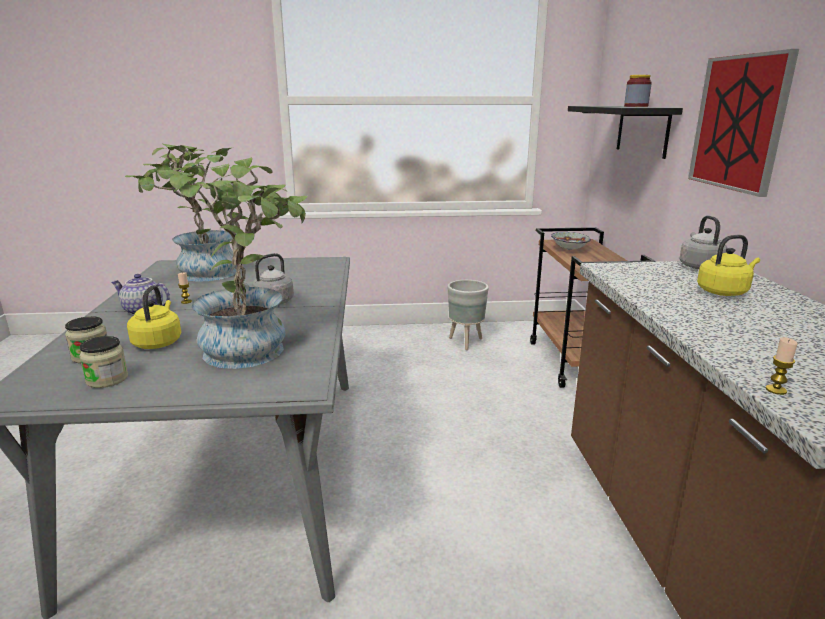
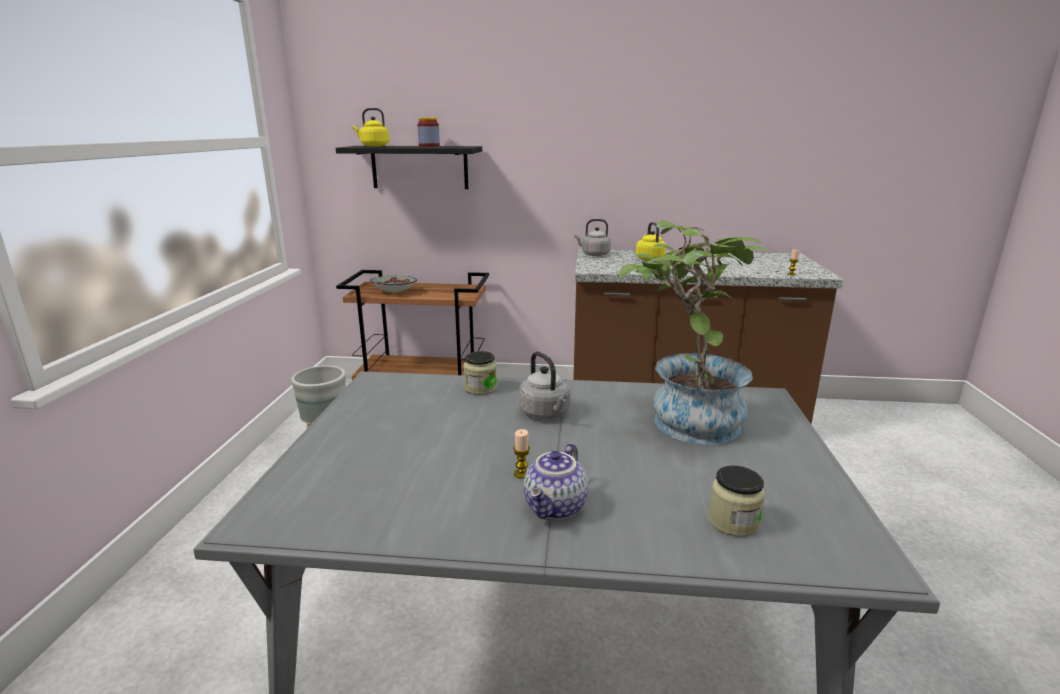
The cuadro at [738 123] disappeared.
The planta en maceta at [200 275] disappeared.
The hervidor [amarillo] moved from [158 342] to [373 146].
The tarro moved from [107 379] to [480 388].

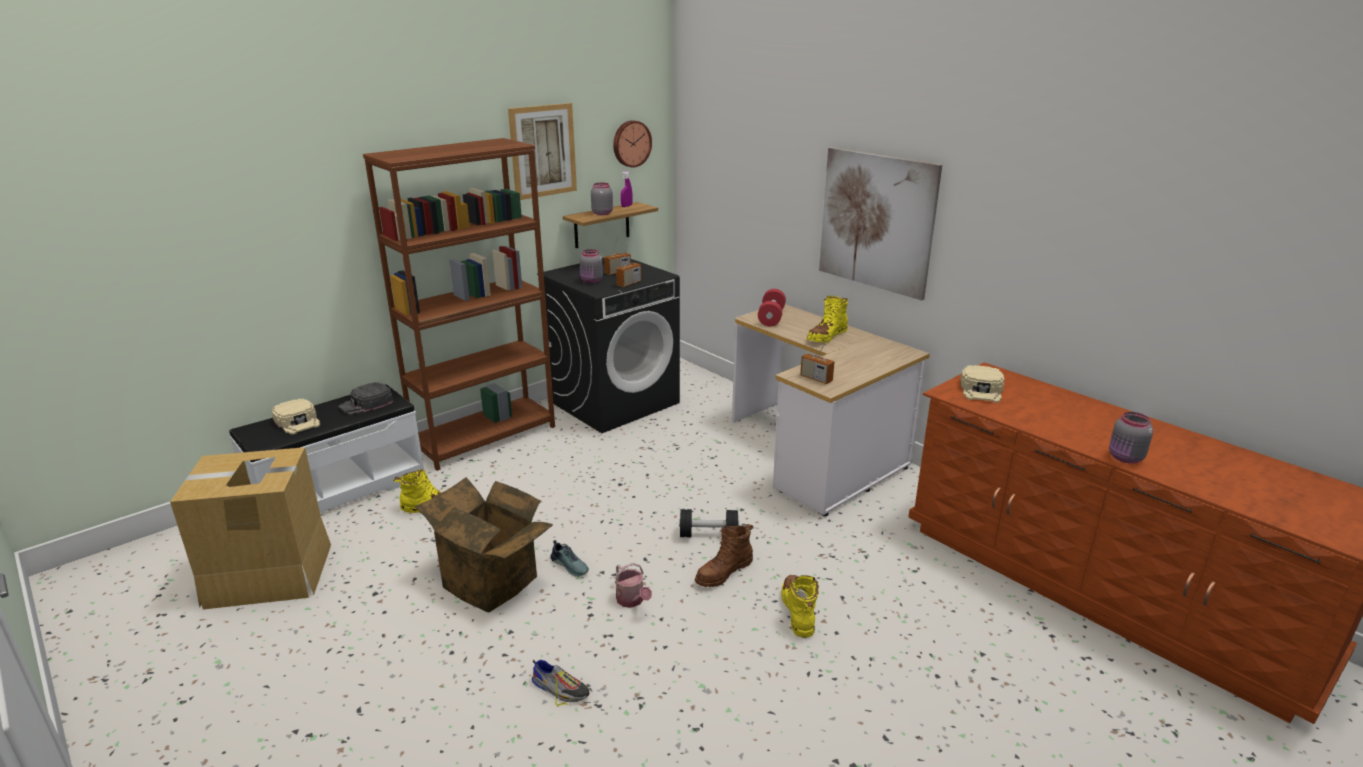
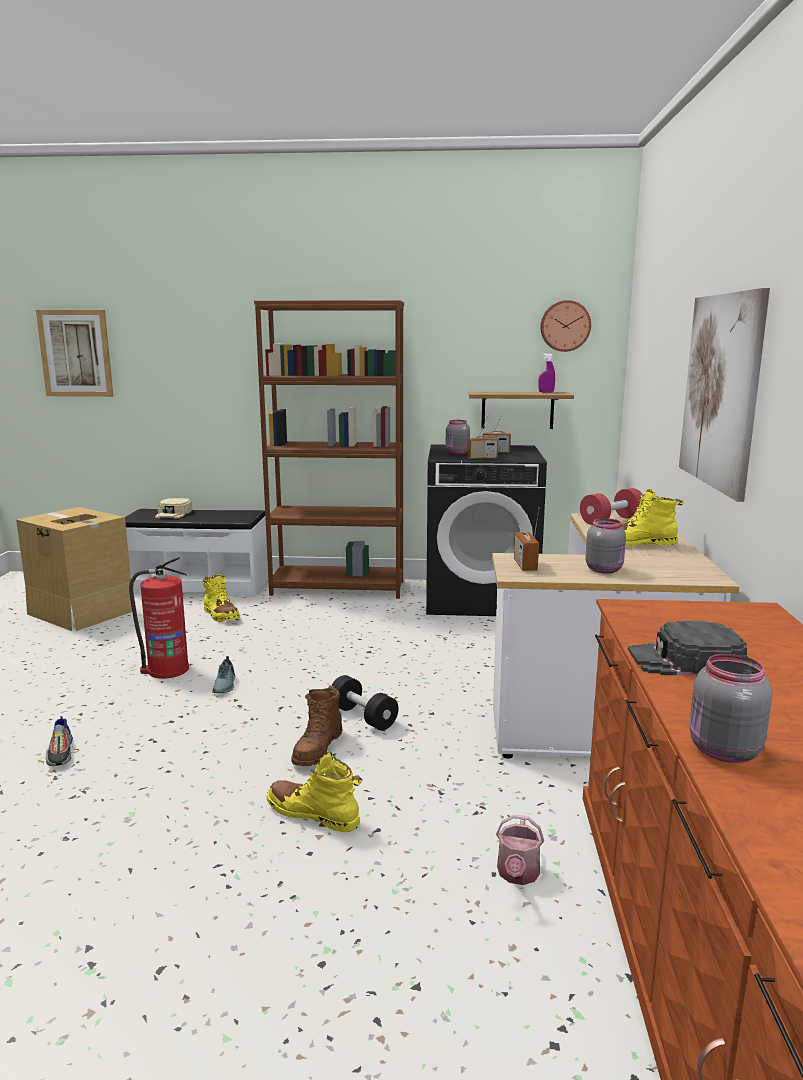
The cuadro moved from [543 151] to [75 353].
The tarro [gris] moved from [602 213] to [604 570].
The gorra [beis] at [981 390] disappeared.
The gorra [negro] moved from [366 404] to [685 661].
The caja de cartón at [494 580] was replaced by the extintor at [167 670].
The bota [marrón] at [724 572] turned 75 degrees counterclockwise.
The regadera moved from [632 600] to [517 875].
The bota [amarillo] at [798 611] turned 105 degrees counterclockwise.

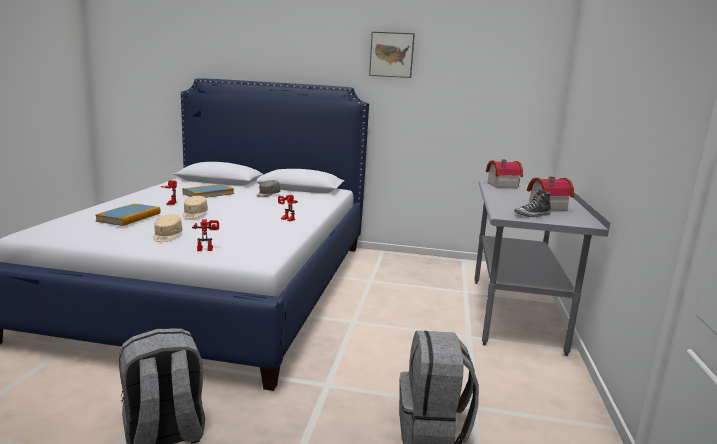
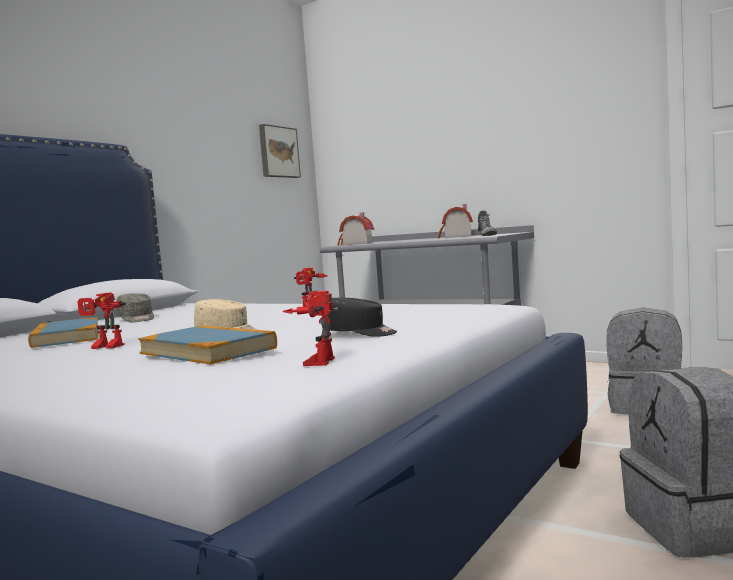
The cuadro moved from [391 55] to [278 152].
The gorra [beis] at [167 236] became the gorra [negro] at [360 333].
The robot de juguete moved from [206 248] to [315 361].

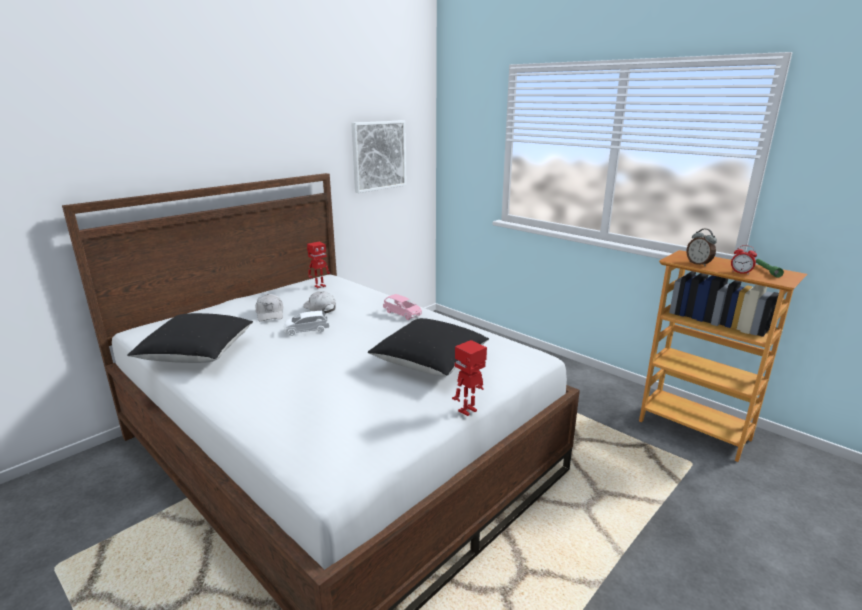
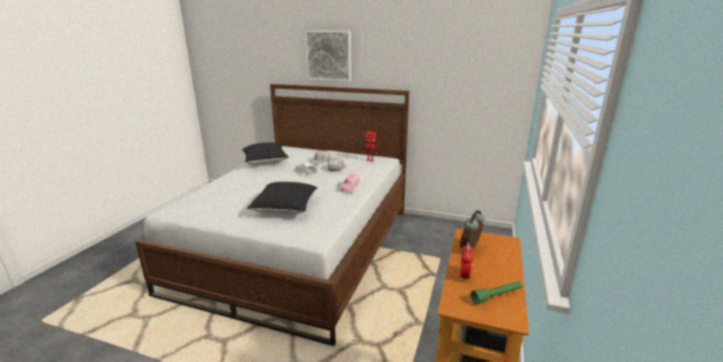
The cuadro moved from [378 155] to [328 56].
The robot de juguete at [468 411] disappeared.

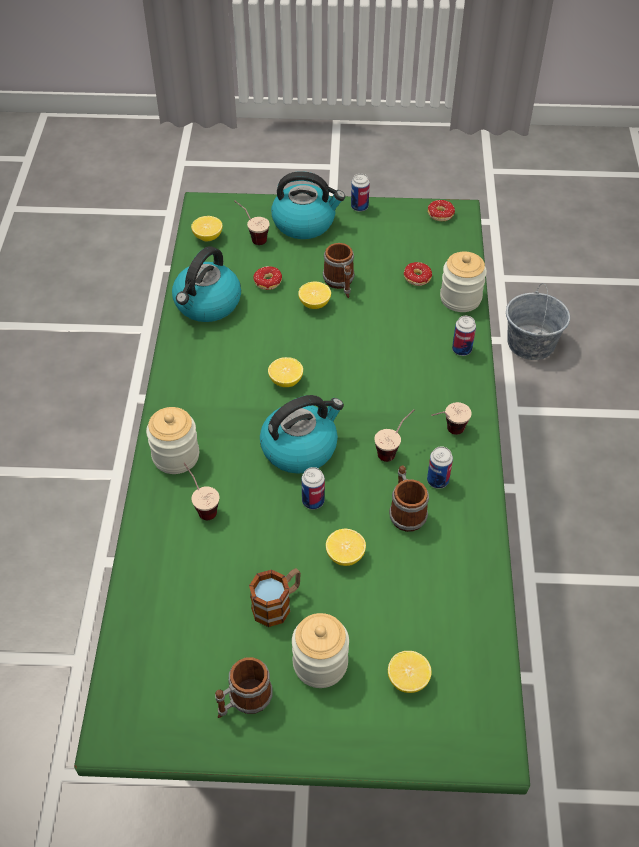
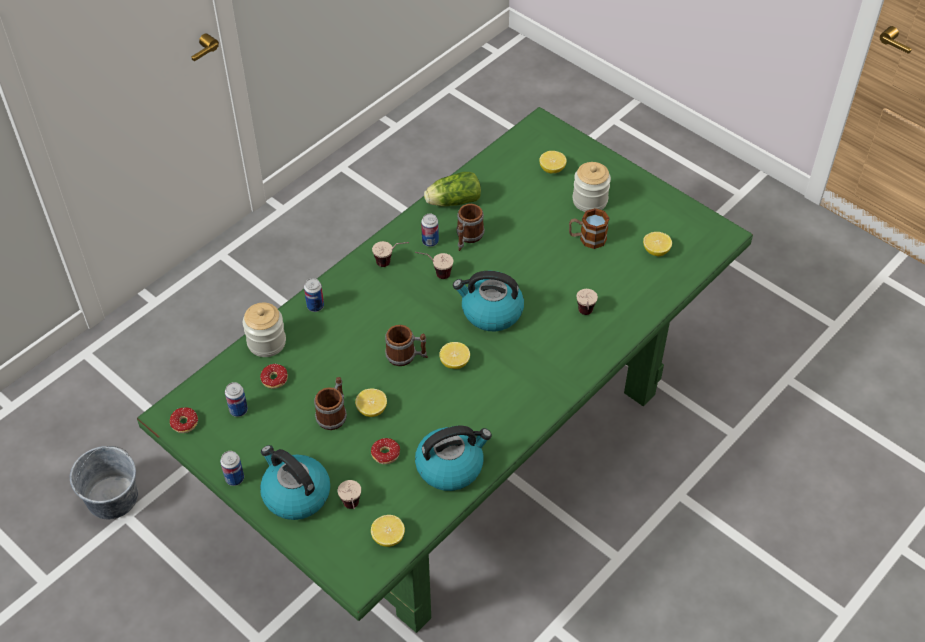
The tarro at [176 456] disappeared.
The lata moved from [313 501] to [238 410].
The limón moved from [345 555] to [656 251].
The taza grande moved from [244 701] to [406 356].
The lechuga at [452 201] appeared.

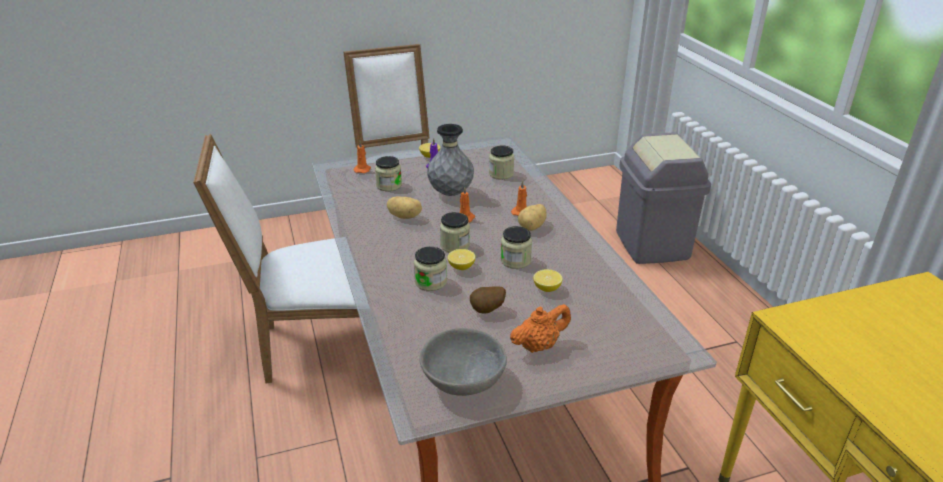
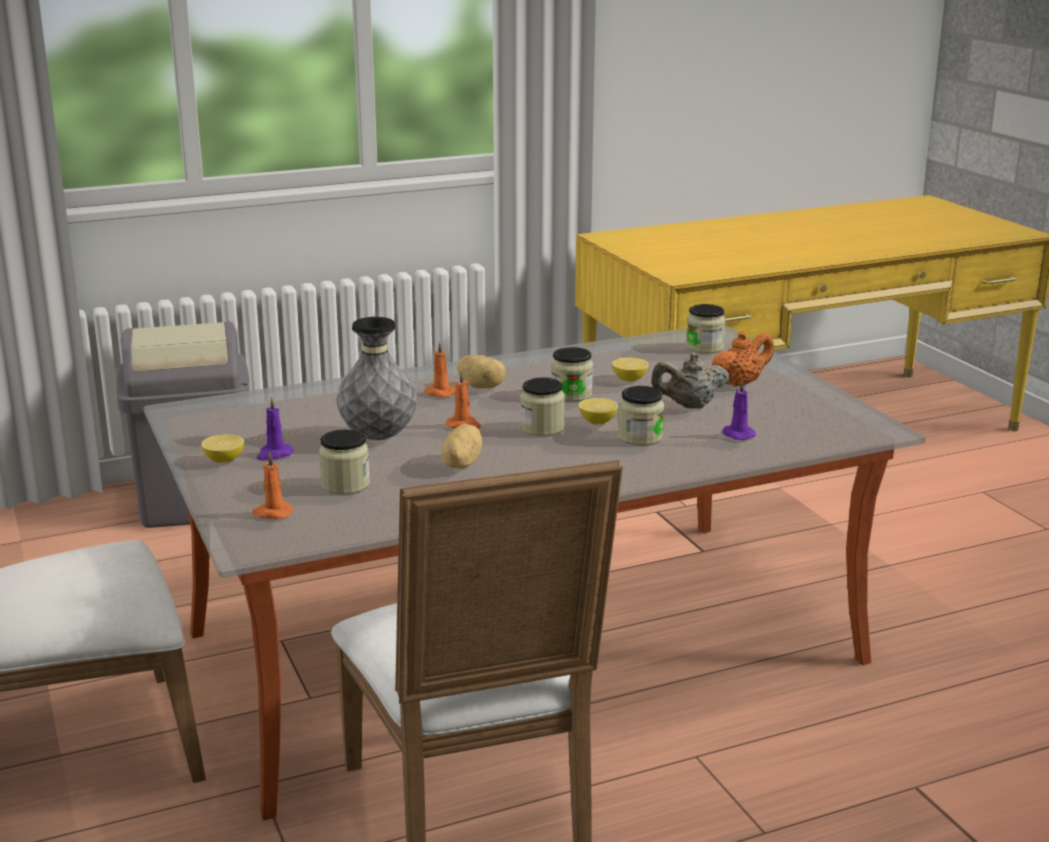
The tarro moved from [501 174] to [704 347].
The patata at [487 311] was replaced by the tetera [beis] at [689 406].
The tetera [naranja] at [539 346] turned 90 degrees clockwise.
The cuenco [gris] at [464 381] disappeared.
The vela [morado] at [737 434] appeared.

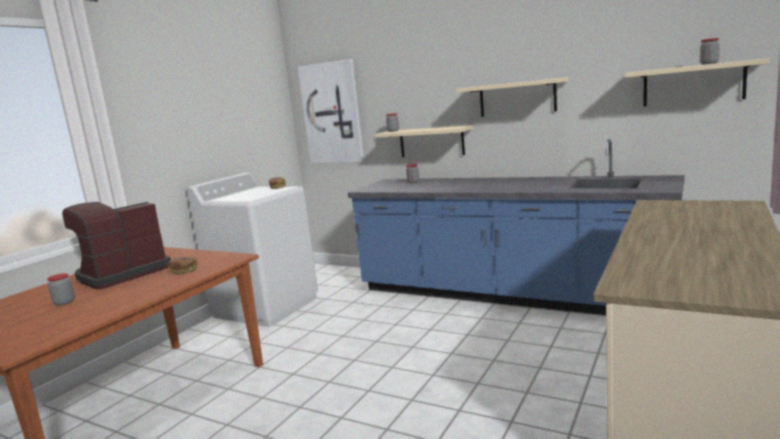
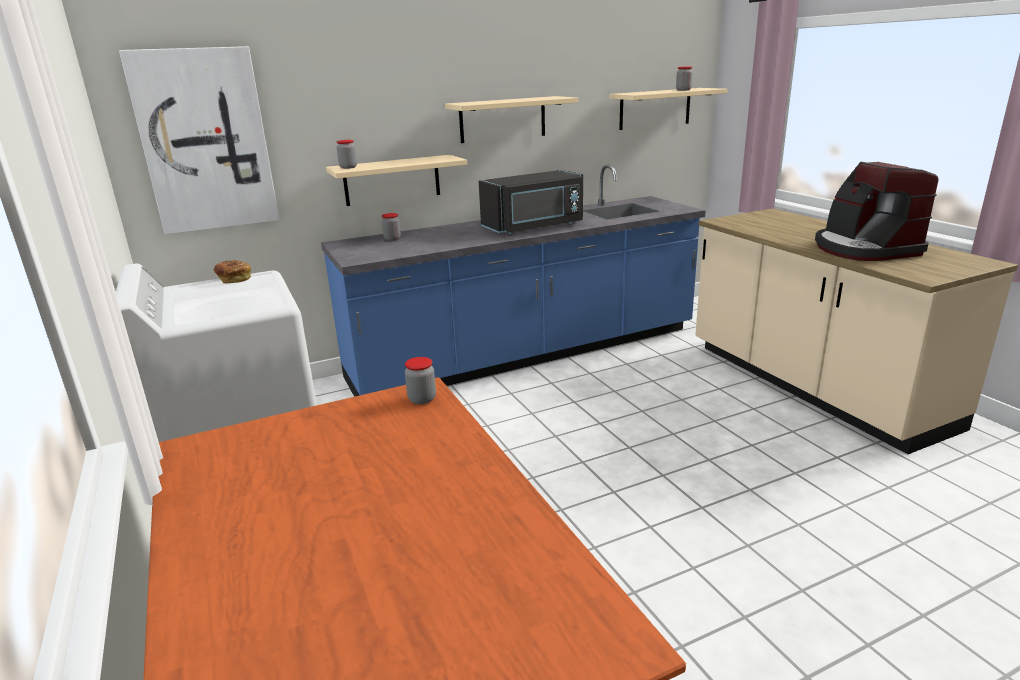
The cafetera moved from [122 274] to [864 249].
The pan at [183 271] disappeared.
The tarro moved from [64 302] to [422 399].
The microondas [negro] at [535 227] appeared.

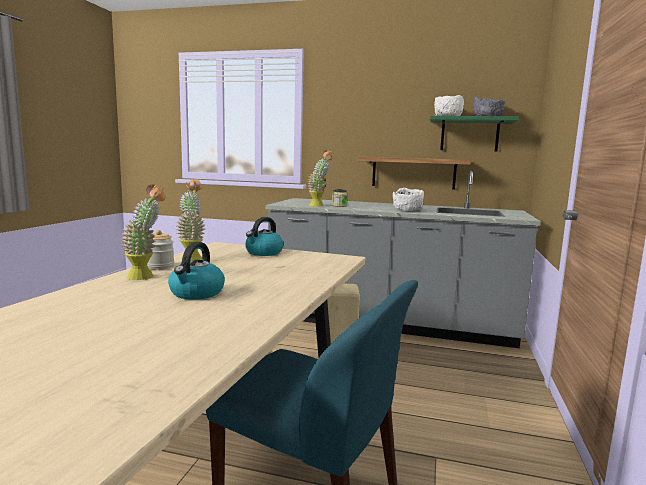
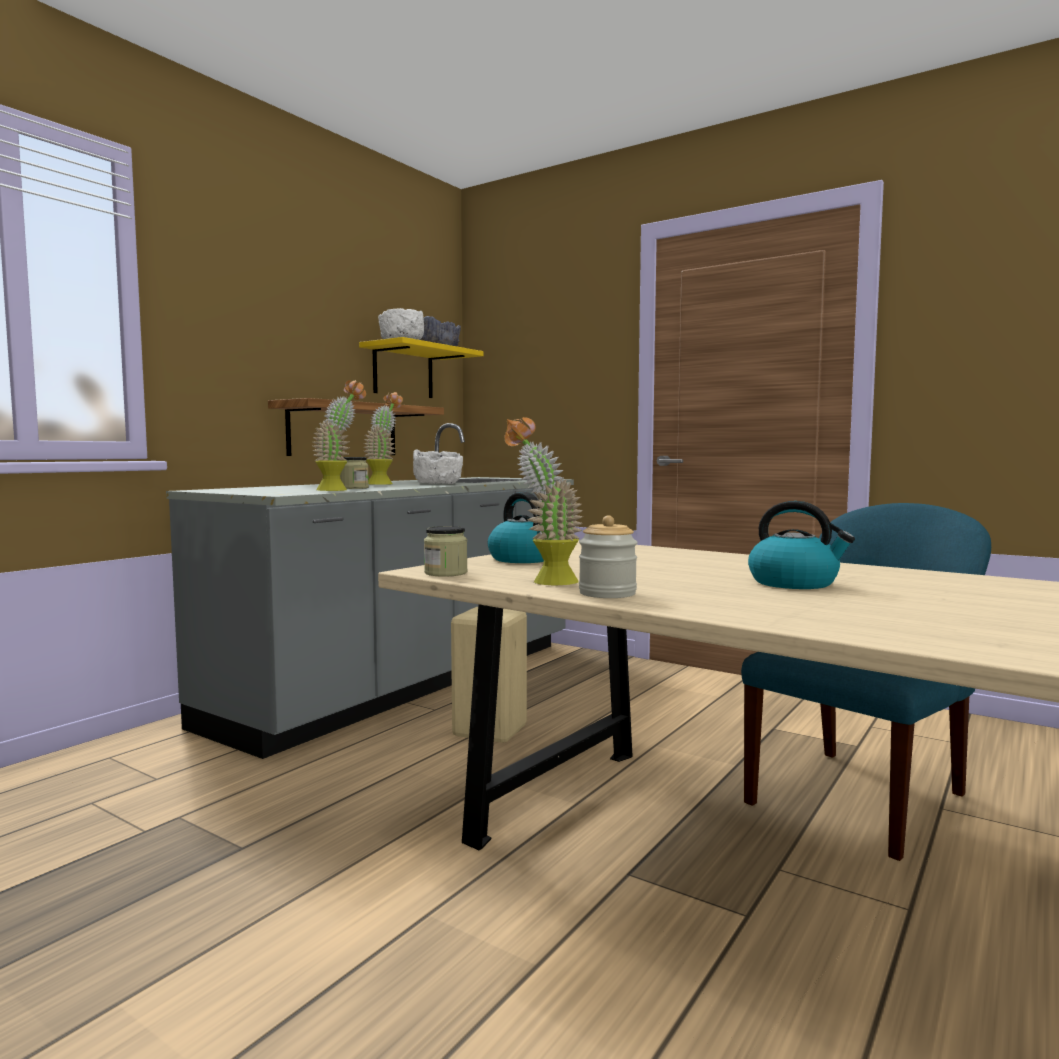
The estante [verde] at [469 135] became the estante [amarillo] at [403 372].
The planta en maceta moved from [146 277] to [384 484].
The tarro at [446 573] appeared.

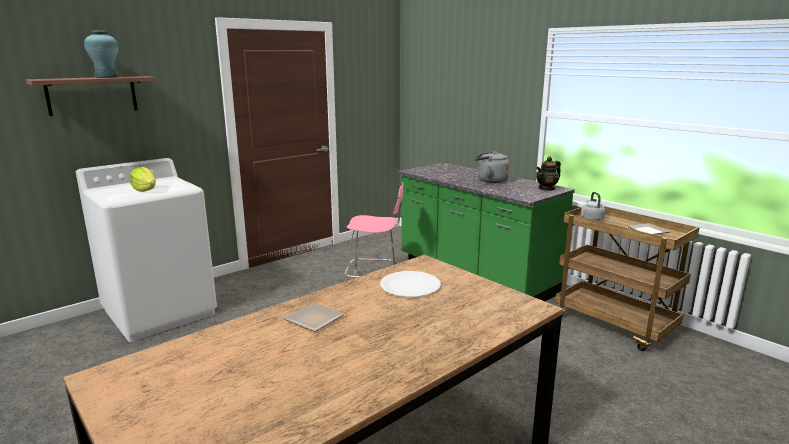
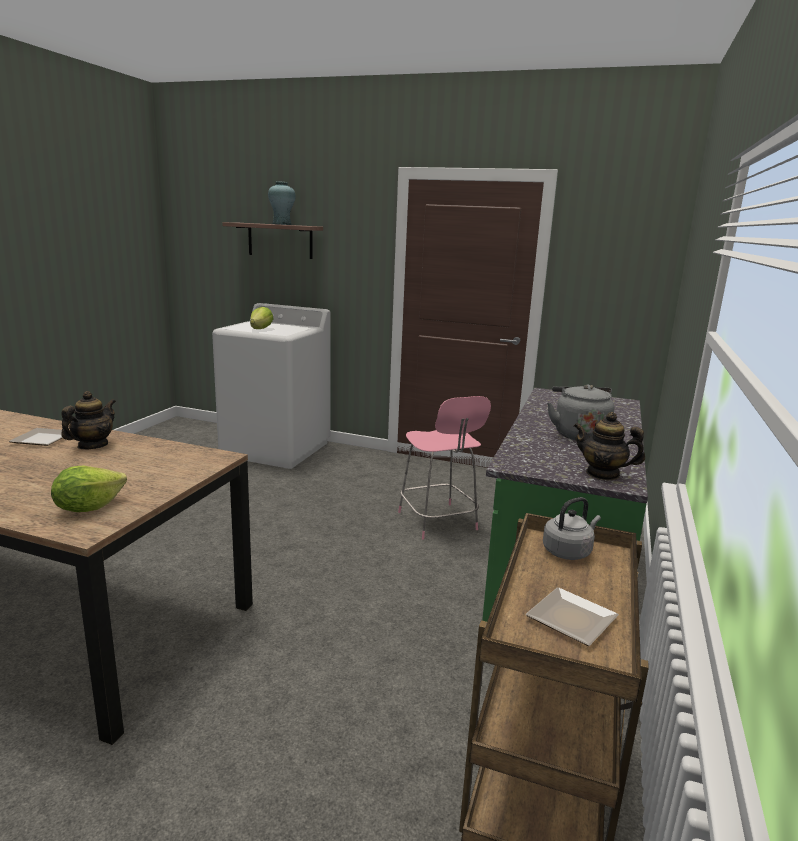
The plato [blanco] at [410 286] disappeared.
The tetera at [92 445] appeared.
The lechuga at [88 507] appeared.

